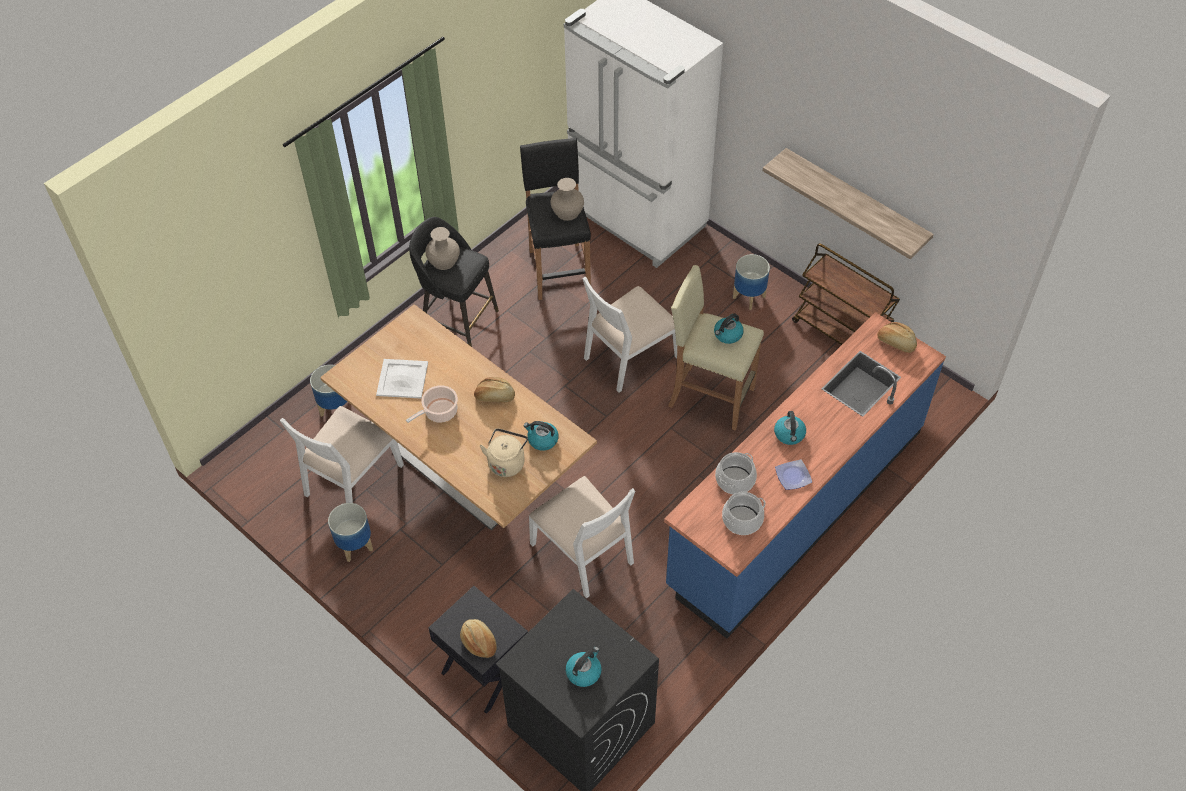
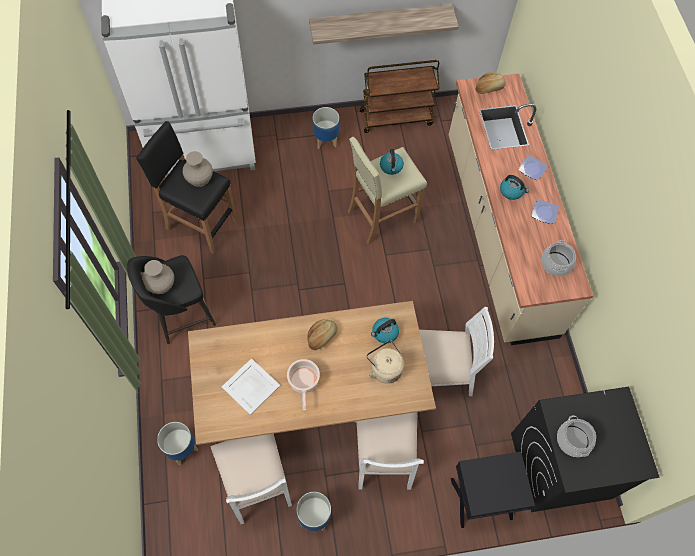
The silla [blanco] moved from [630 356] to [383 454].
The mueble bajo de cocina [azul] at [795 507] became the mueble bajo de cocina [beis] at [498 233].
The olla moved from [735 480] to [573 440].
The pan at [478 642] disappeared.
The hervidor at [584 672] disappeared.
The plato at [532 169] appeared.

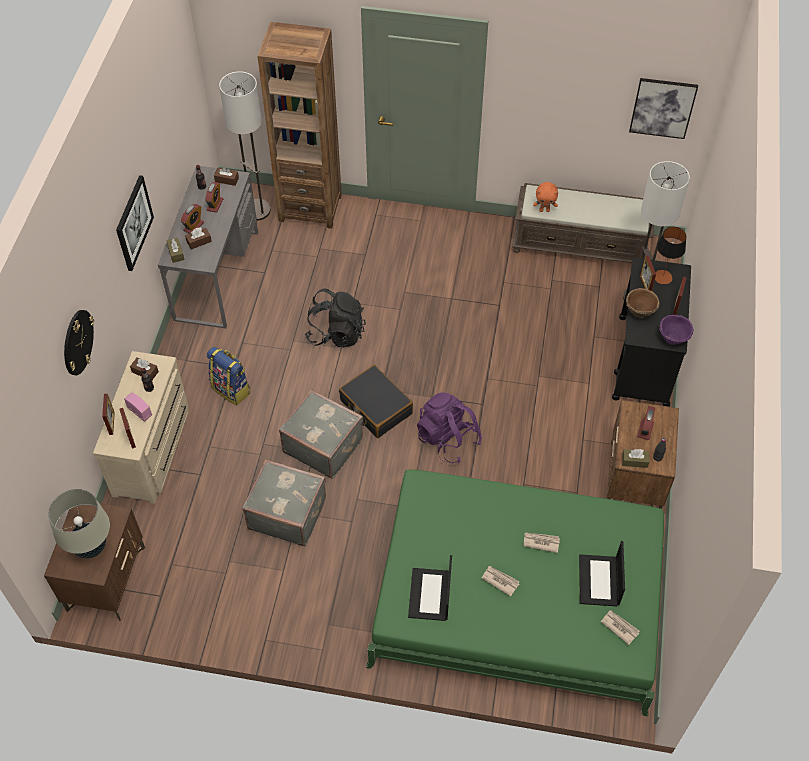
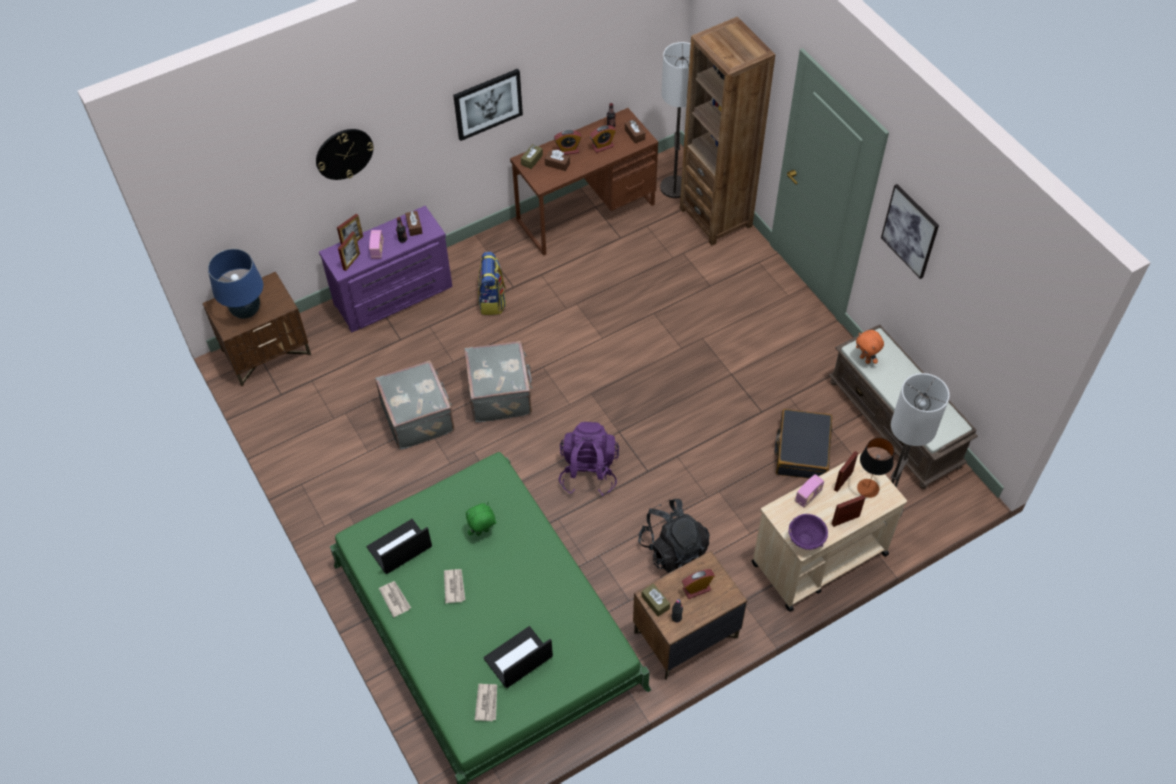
The cuadro moved from [662 108] to [910 231].
The escritorio [gris] at [217 275] became the escritorio [marrón] at [586 212].
The carrito [negro] at [643 361] became the carrito [beis] at [818 559].
The cuenco [marrón] at [639 311] was replaced by the radio at [808 496].
The mochila [negro] moved from [336 333] to [673 549].
The cómoda [beis] at [154 450] became the cómoda [morado] at [394 297].
The maleta [negro] moved from [375 407] to [802 450].
The lámpara de mesa [beis] at [91 547] became the lámpara de mesa [azul] at [246 311].
The periódico moved from [541 542] to [395 599].
The peluche [verde] at [482 532] appeared.

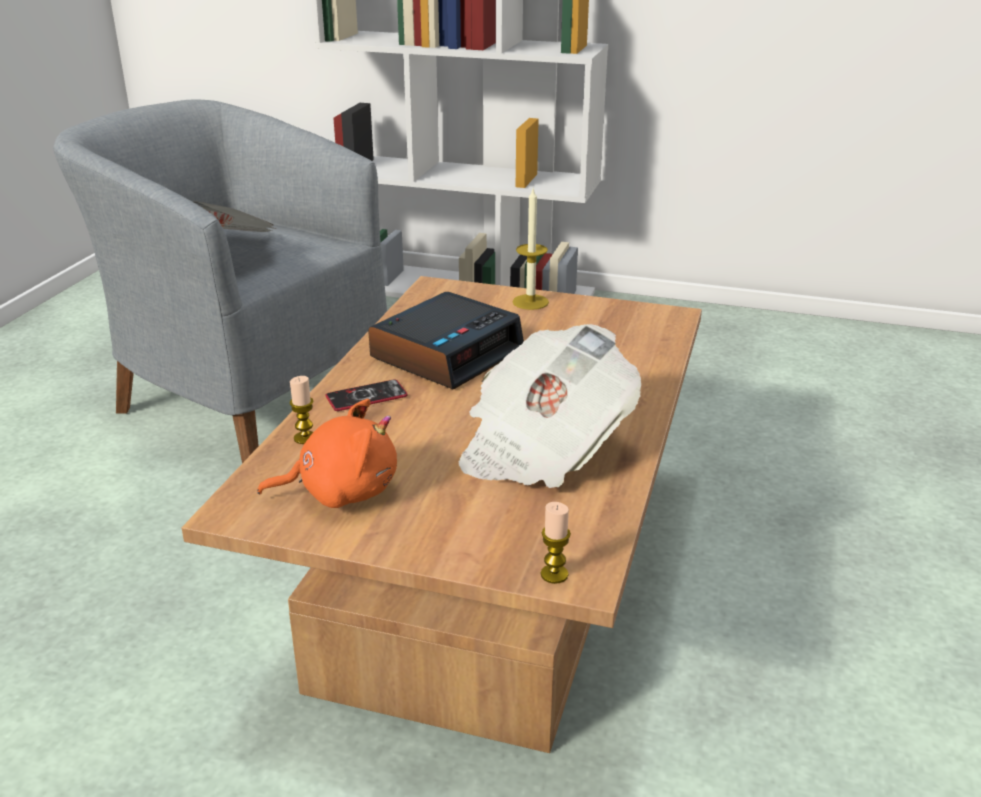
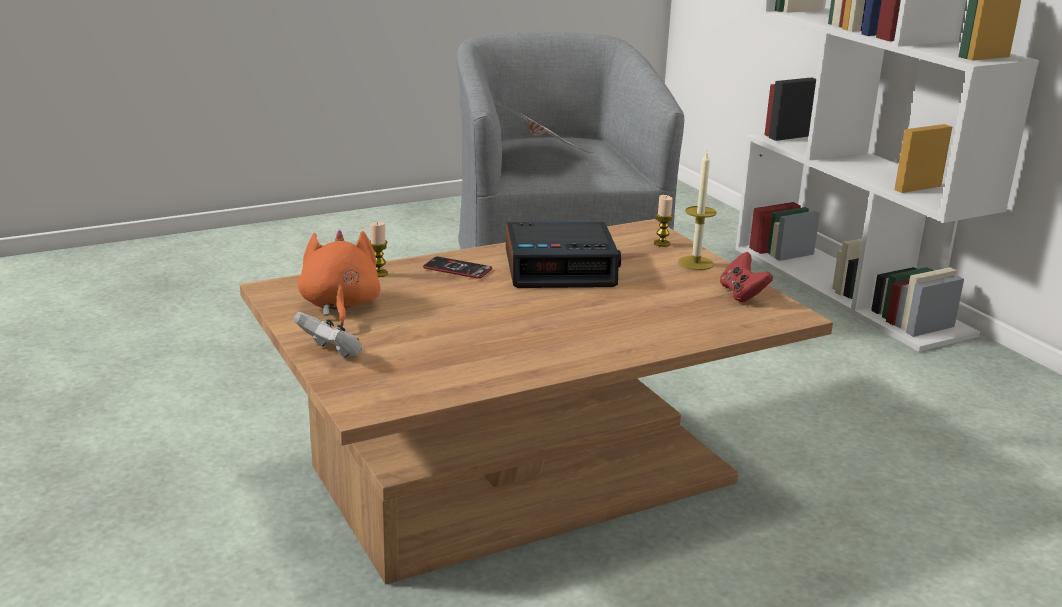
The periódico at [542 447] disappeared.
The peluche [naranja] at [341 491] turned 135 degrees counterclockwise.
The vela moved from [554 574] to [662 243].
The mando de consola [rojo] at [742 294] appeared.
The mando de consola [blanco] at [331 352] appeared.

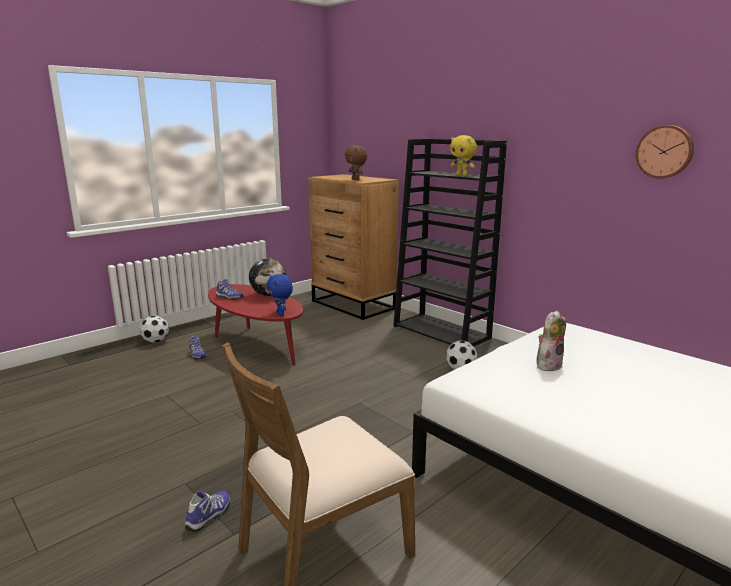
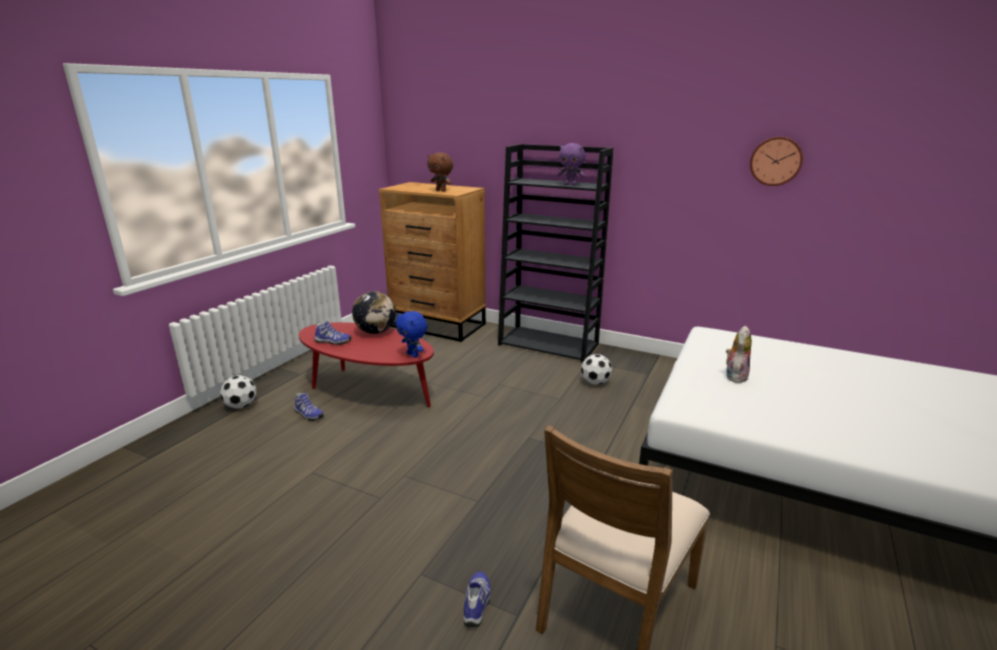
The peluche [amarillo] at [462 175] became the peluche [morado] at [571 185].

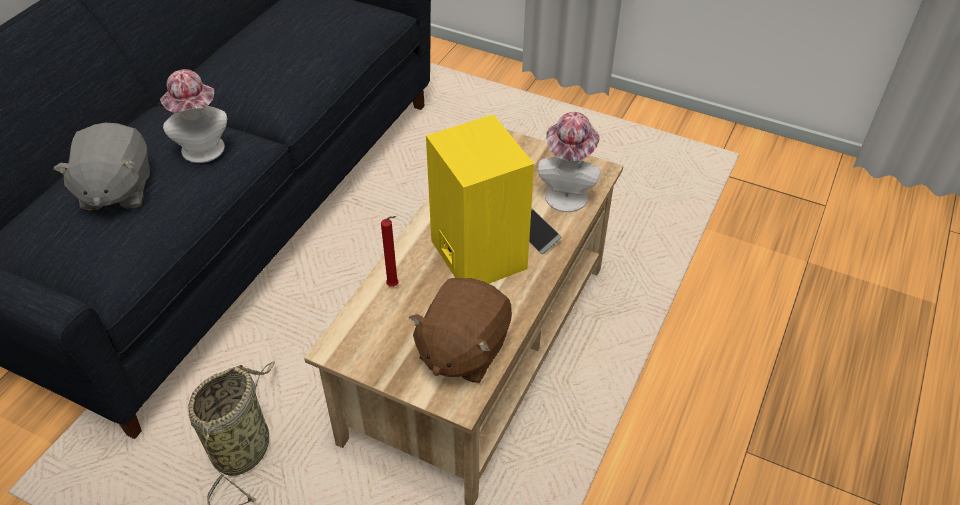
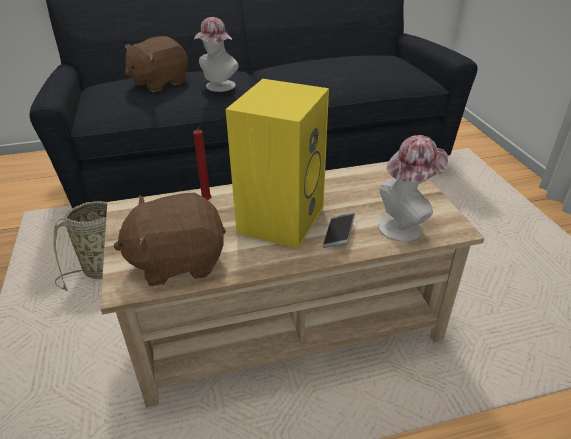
The peluche [gris] at [116 190] became the peluche [marrón] at [159 83].

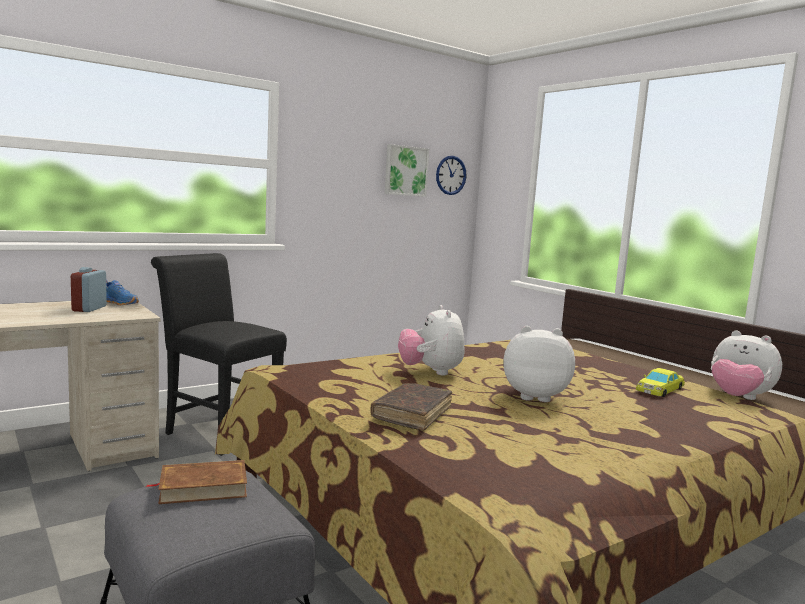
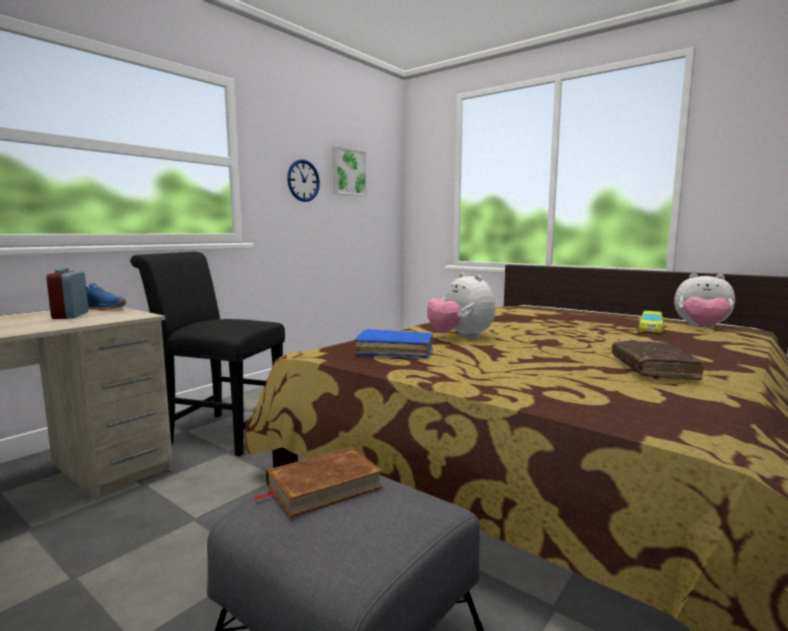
The reloj de pared moved from [451 175] to [303 180].
The peluche at [534 396] disappeared.
The libro [marrón] moved from [412 414] to [652 369].
The libro [azul] at [394 351] appeared.

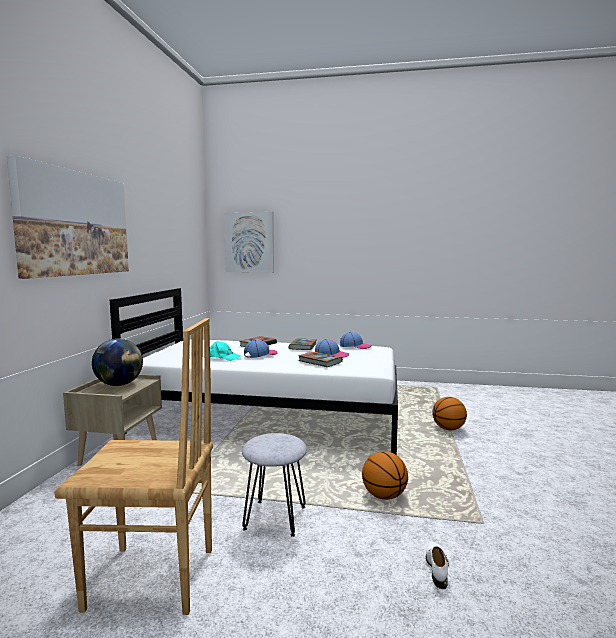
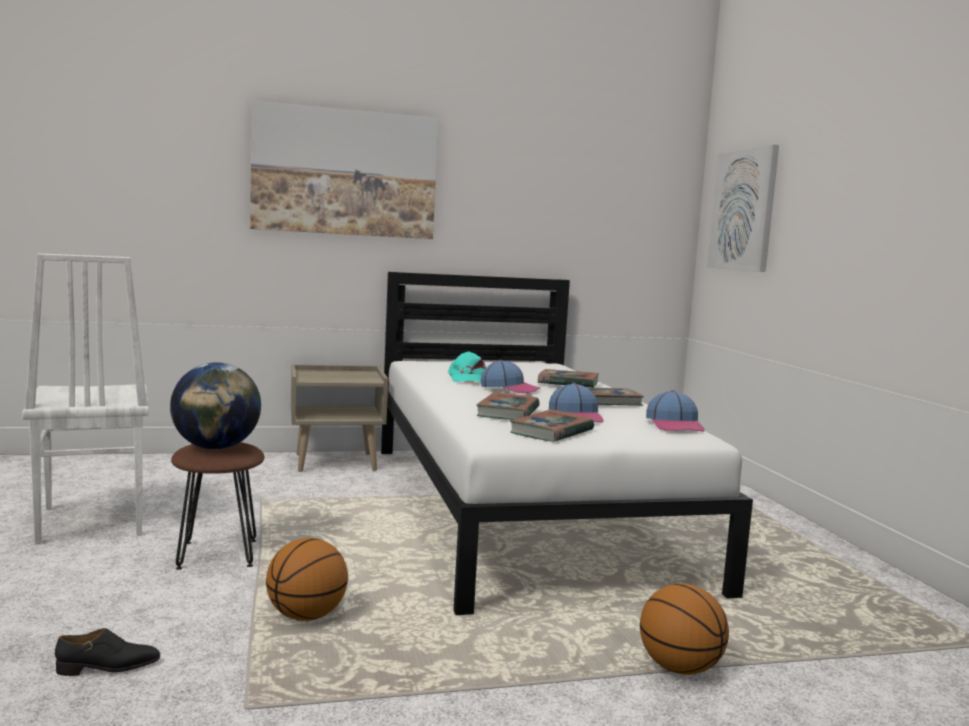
The silla [marrón] at [152 580] became the silla [blanco] at [89 522].
The globo terráqueo moved from [119 385] to [216 448].
The taburete [gris] at [274 517] became the taburete [marrón] at [218 553].
The zapato [blanco] at [437 567] became the zapato [negro] at [108 667].
The libro at [551 432] appeared.

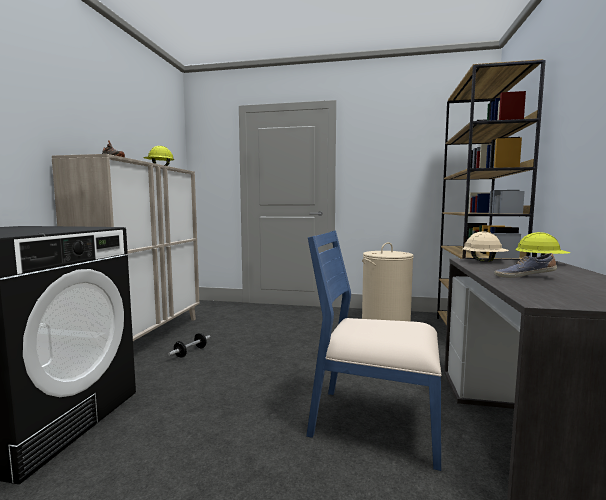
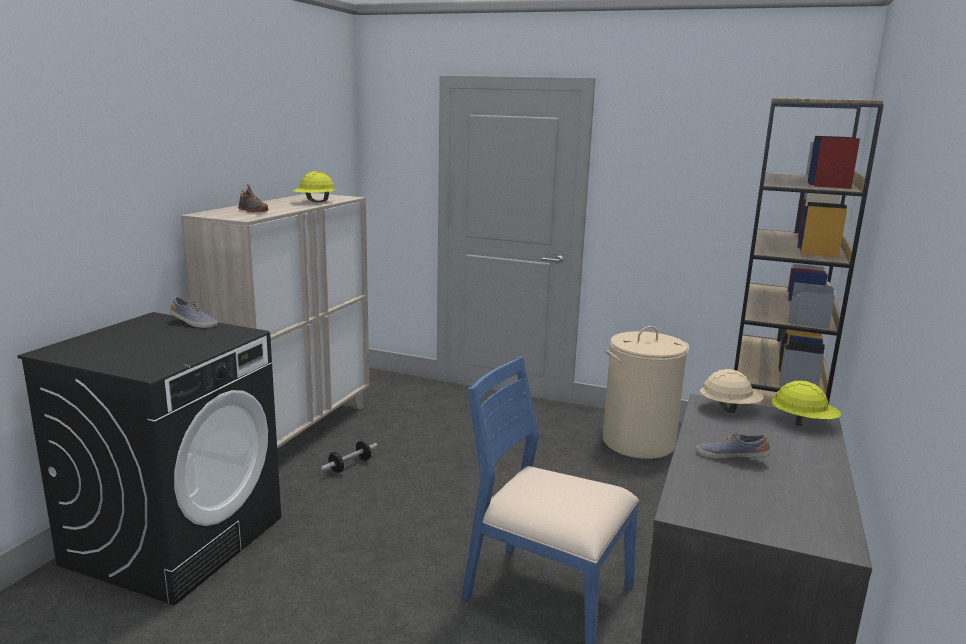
The zapato at [193 323] appeared.

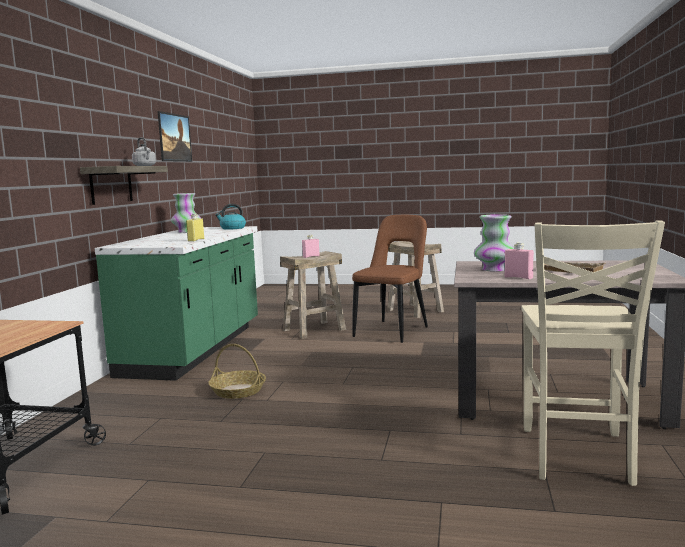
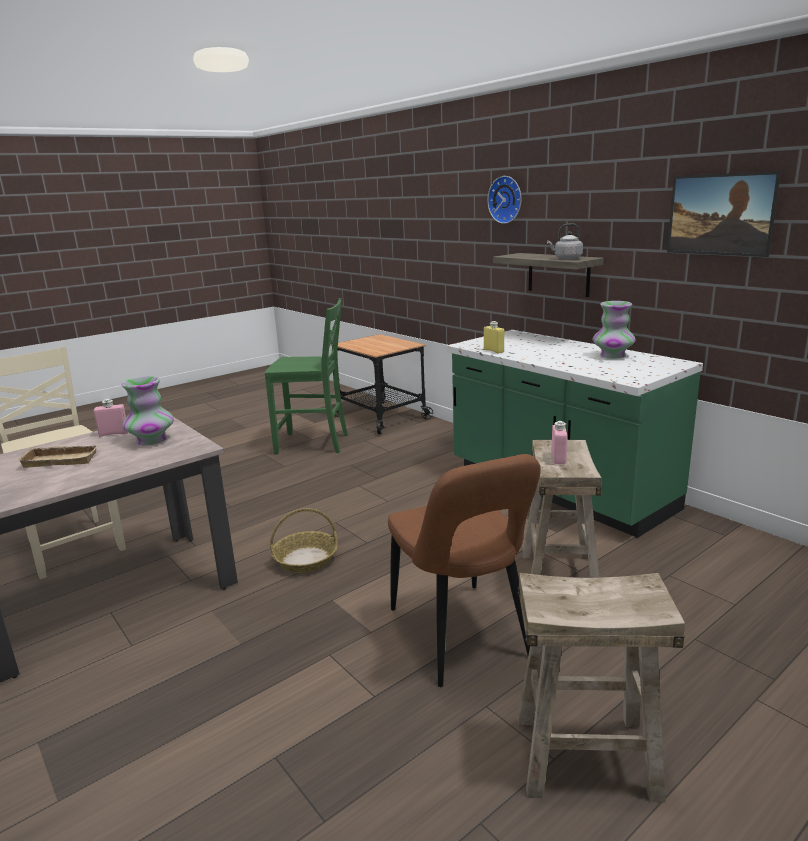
The hervidor at [232 228] disappeared.
The cesta moved from [238 391] to [305 559].
The reloj de pared at [506 199] appeared.
The silla [verde] at [314 444] appeared.

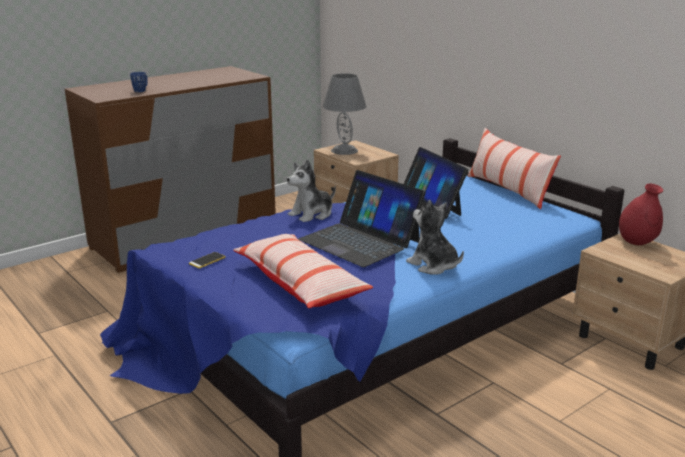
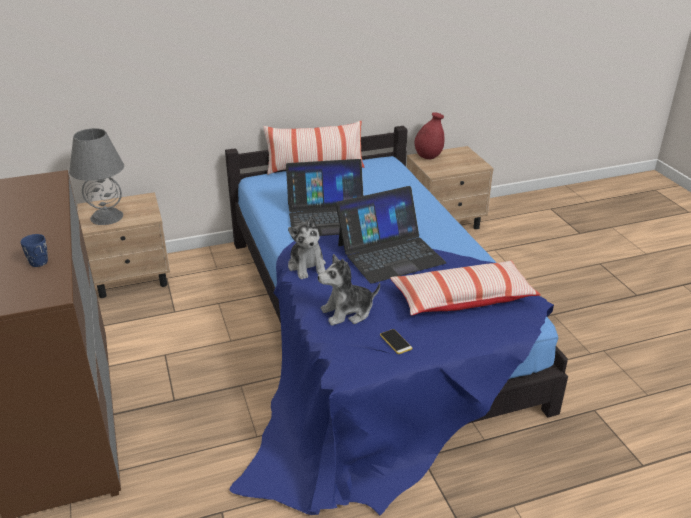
The peluche moved from [433 265] to [347 312].

